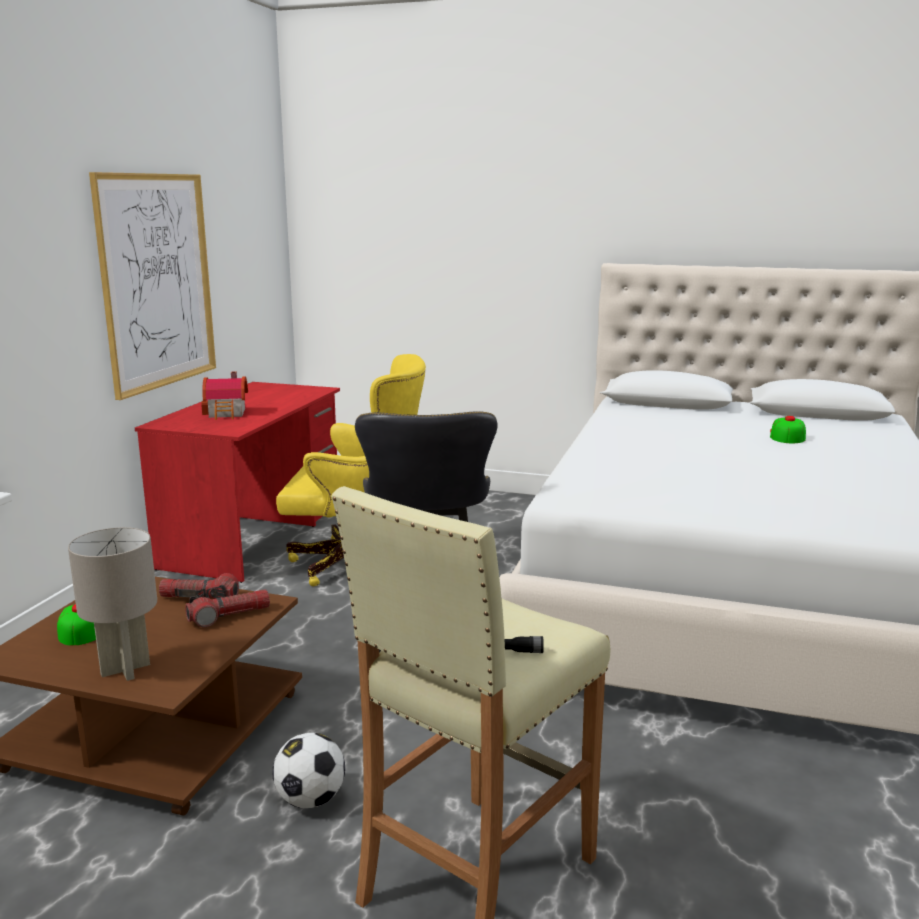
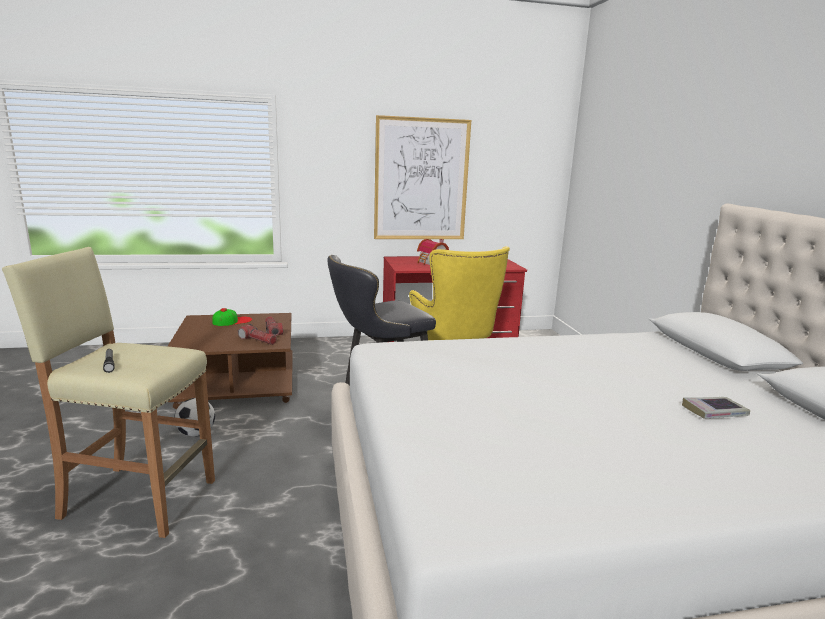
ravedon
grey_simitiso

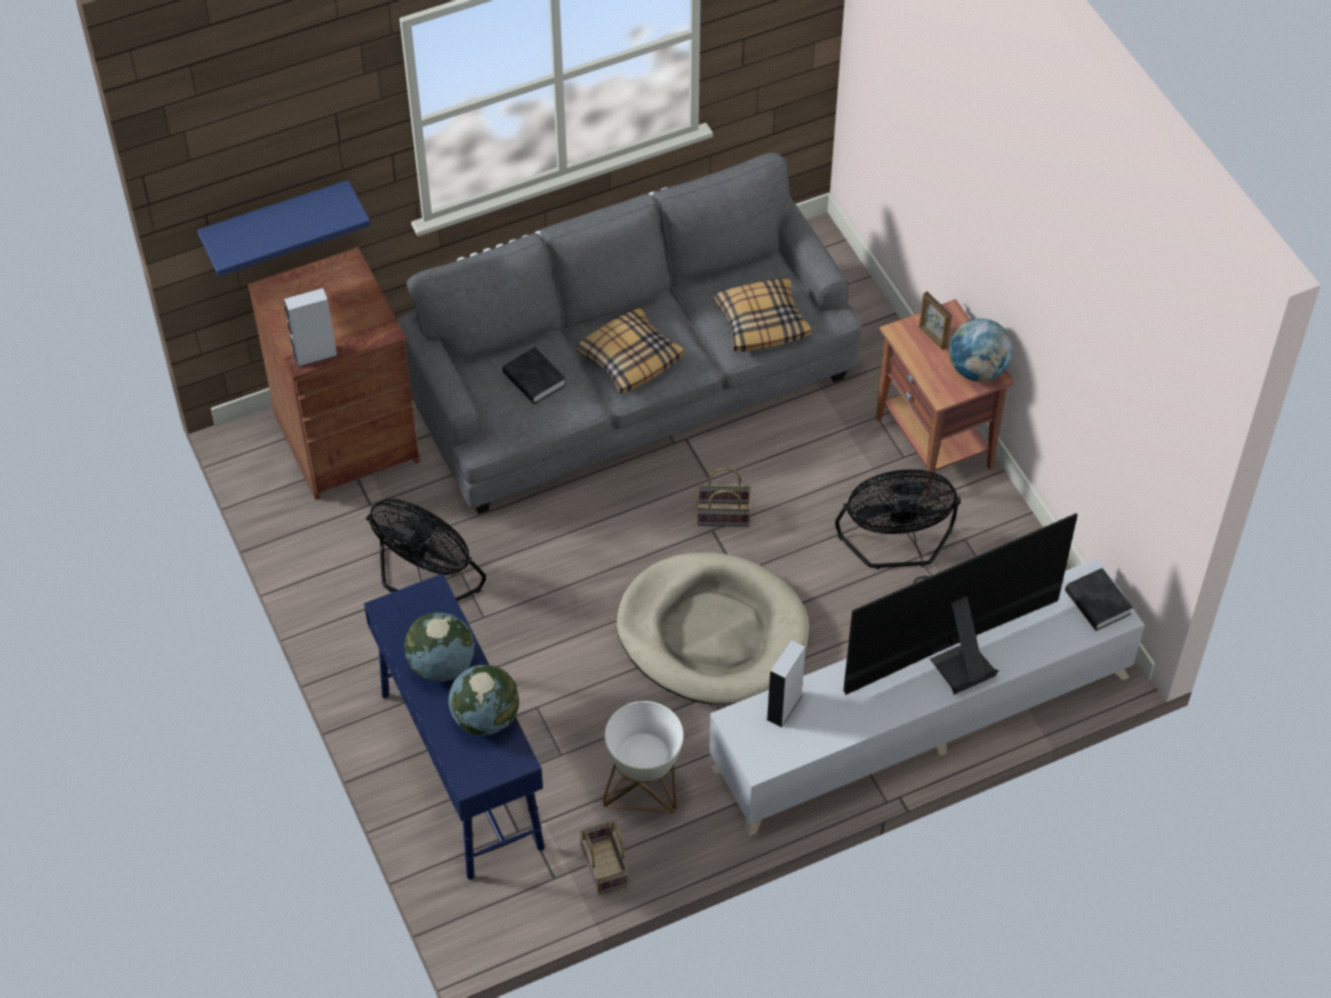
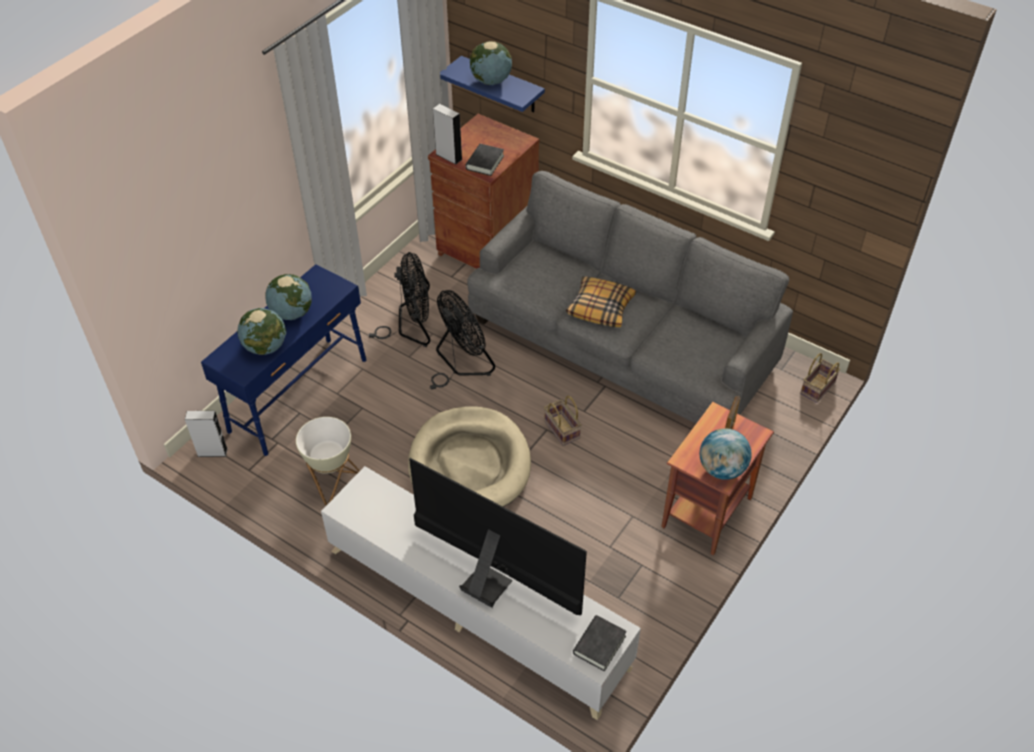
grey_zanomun (no. 1 from left)
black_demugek (no. 2 from left)
black_ravedon (no. 1 from left)
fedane (no. 3 from left)
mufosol (no. 2 from left)
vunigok (no. 2 from left in the first image)

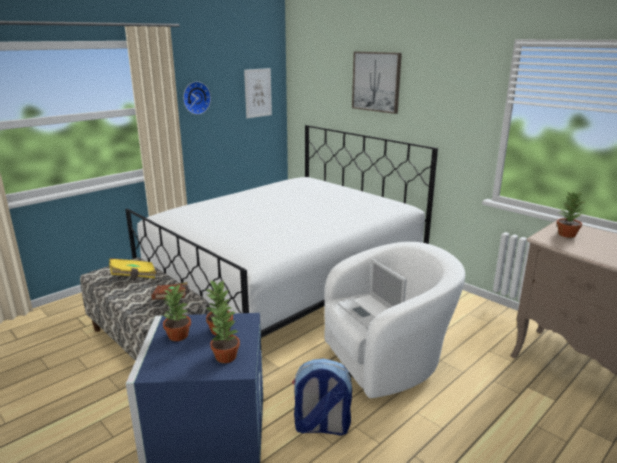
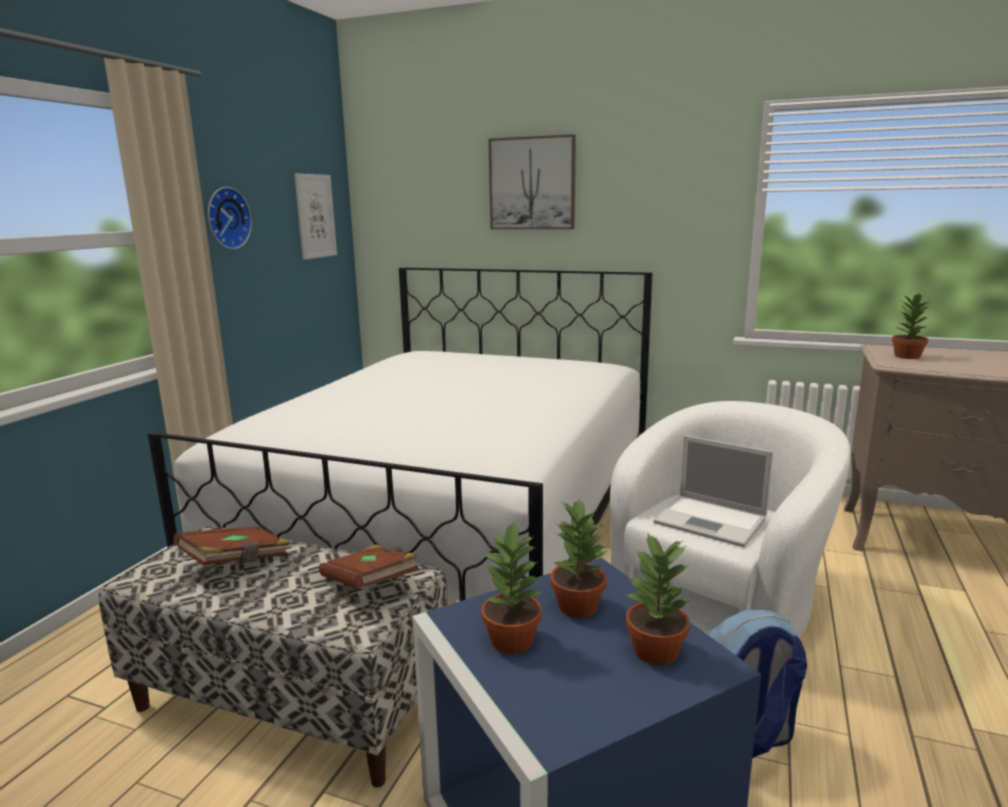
brown_ravedon (no. 1 from left)

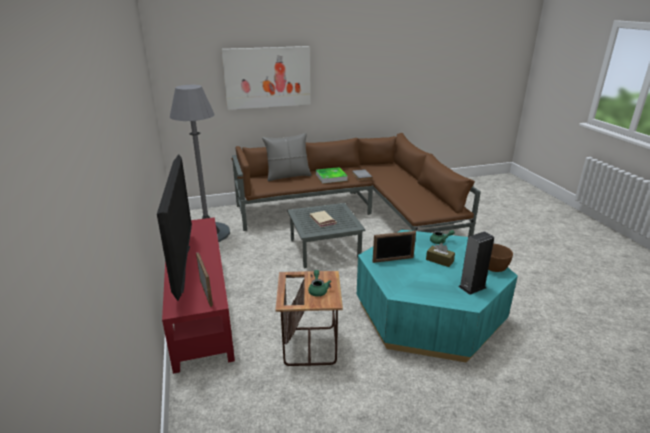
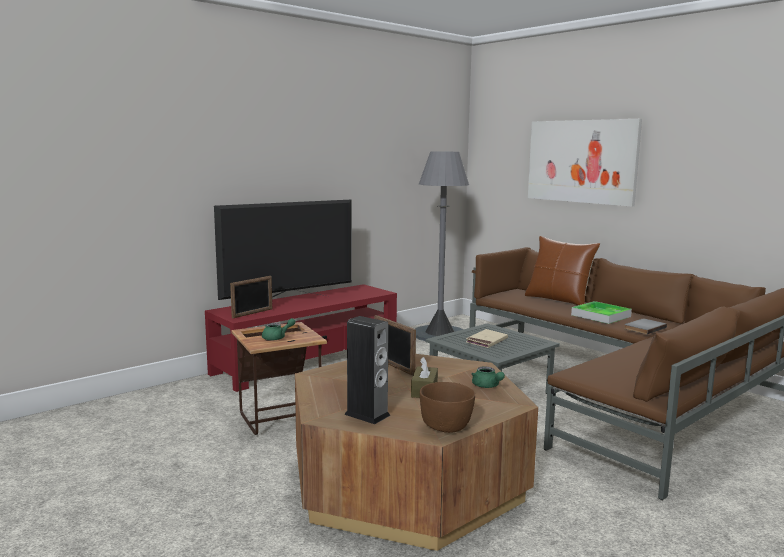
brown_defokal
brown_vunigok

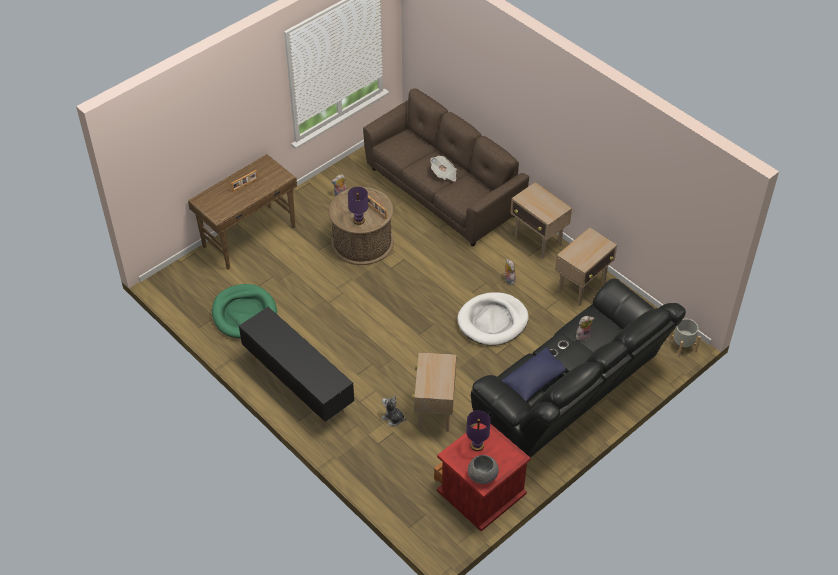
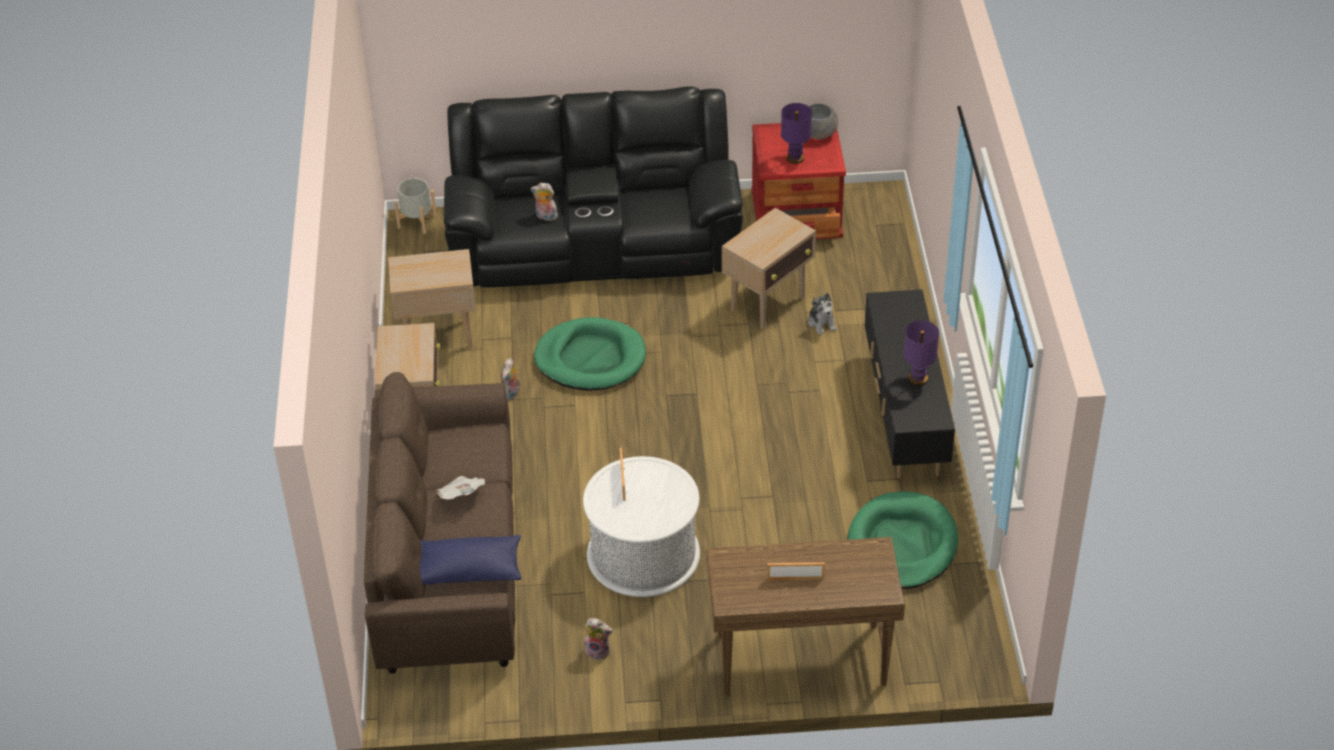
blue_vunigok
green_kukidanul (no. 1 from left)
white_defokal
purple_simitiso (no. 2 from left)

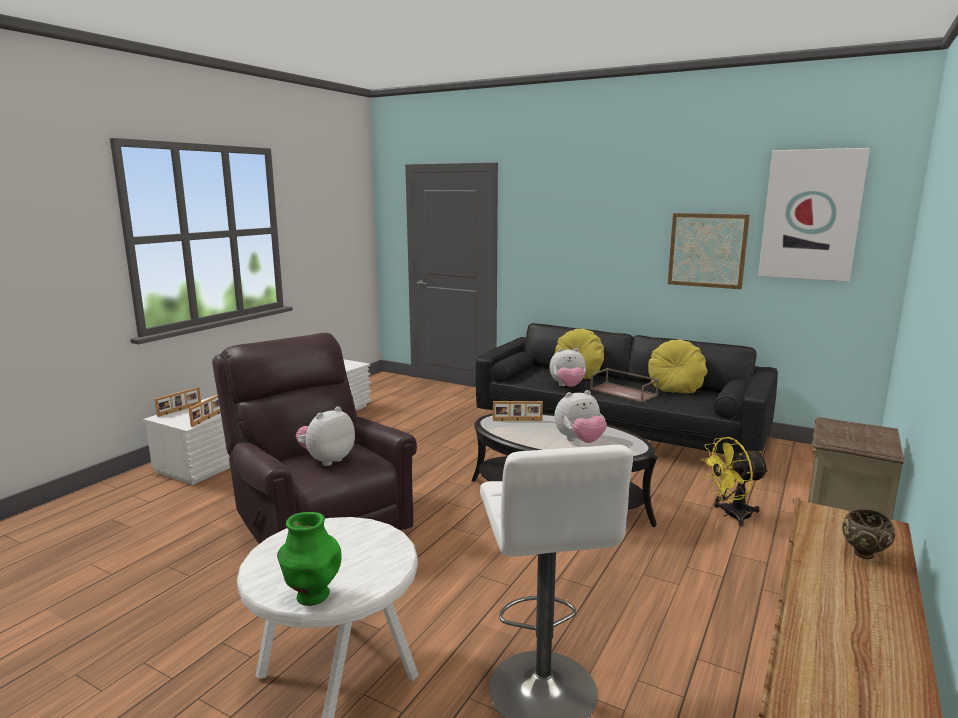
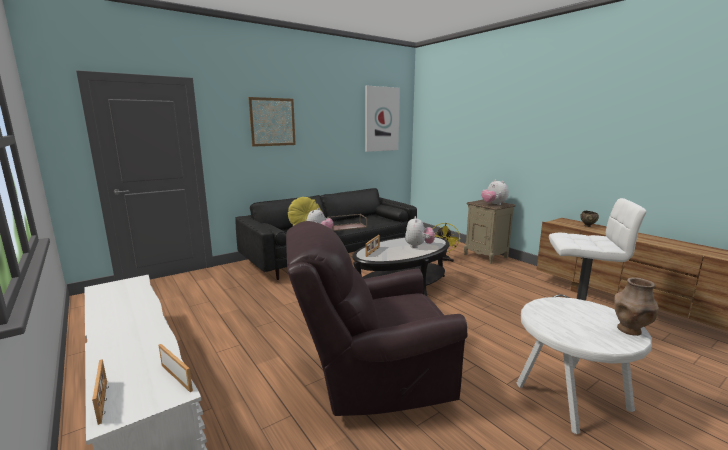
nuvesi (no. 1 from left)
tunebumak (no. 3 from left)
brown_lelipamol
yellow_vunigok (no. 2 from left in the first image)

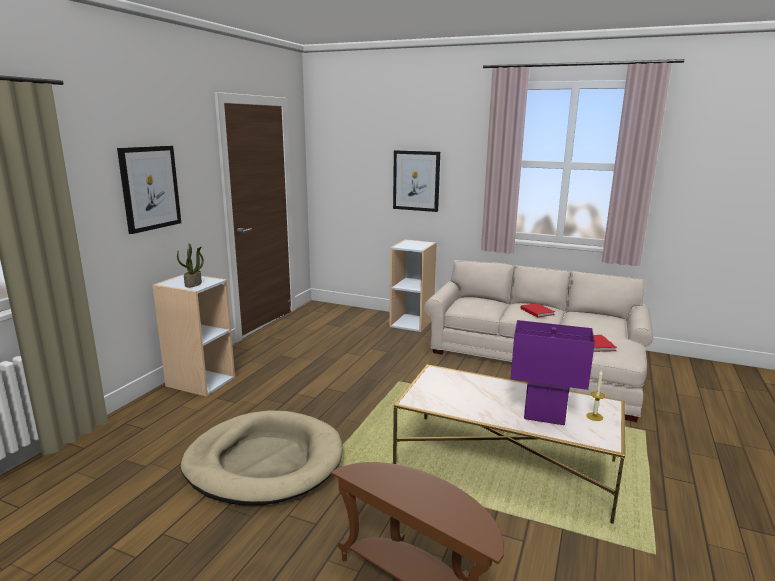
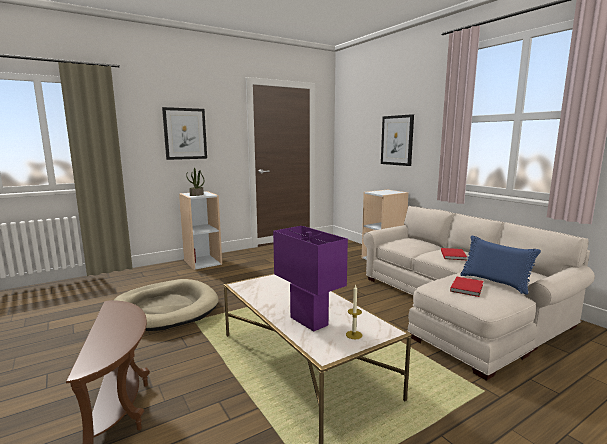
blue_vunigok

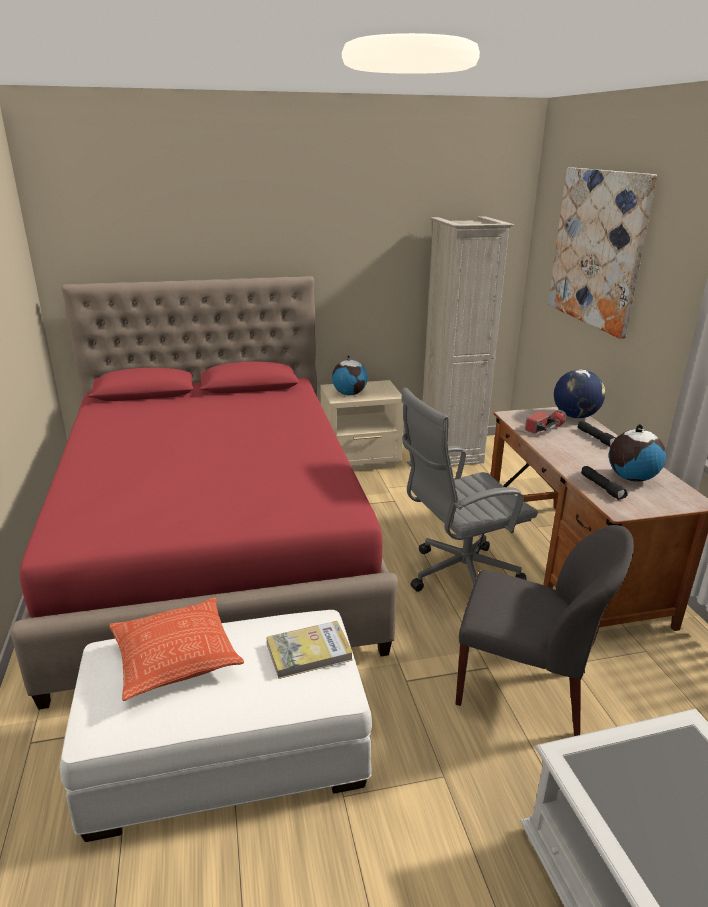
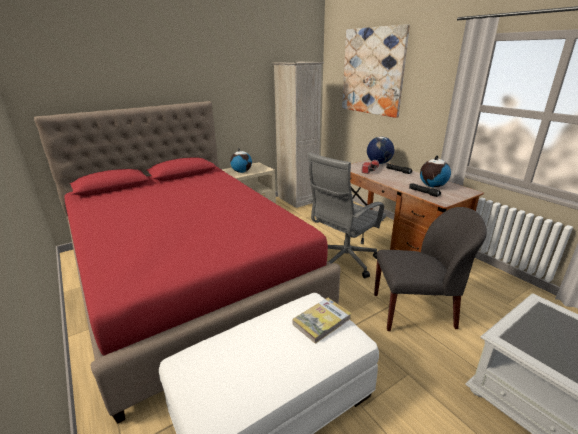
orange_vunigok

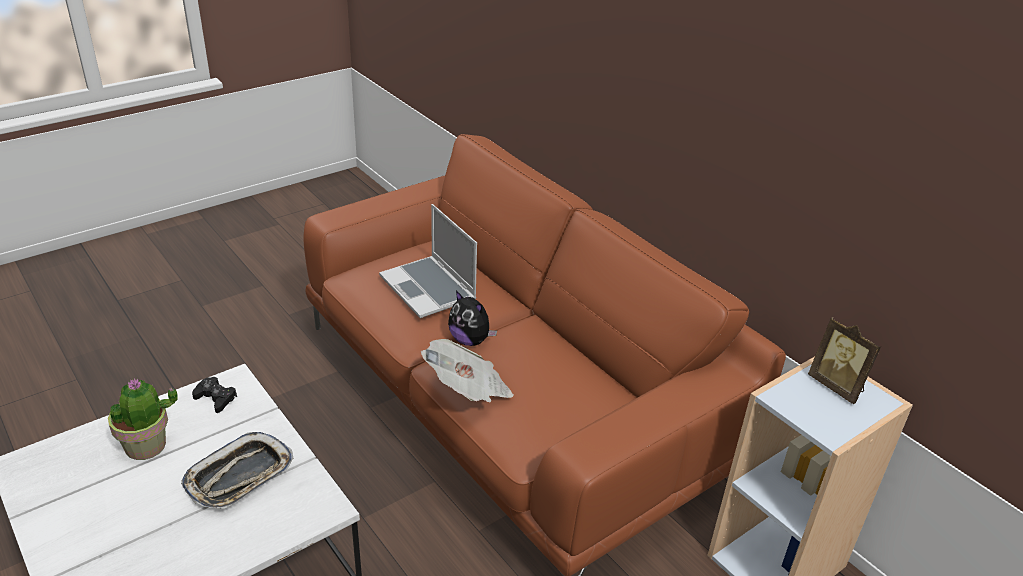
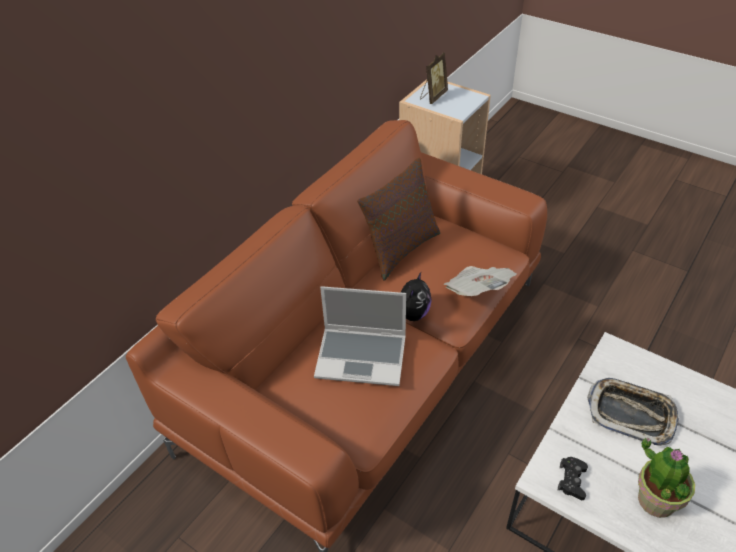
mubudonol
brown_vunigok

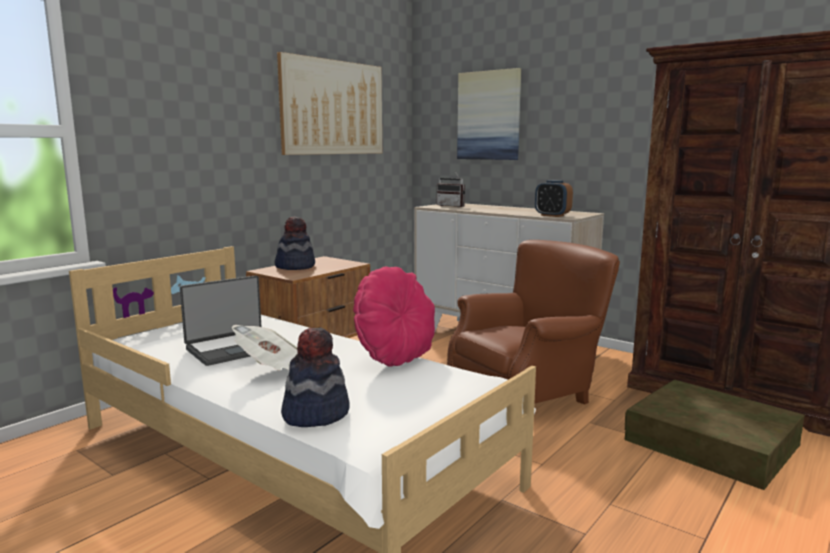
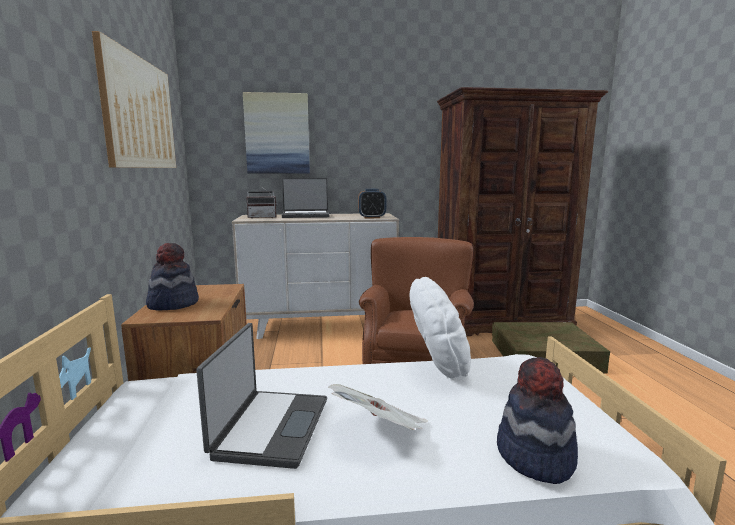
mubudonol (no. 2 from left)
white_vunigok

